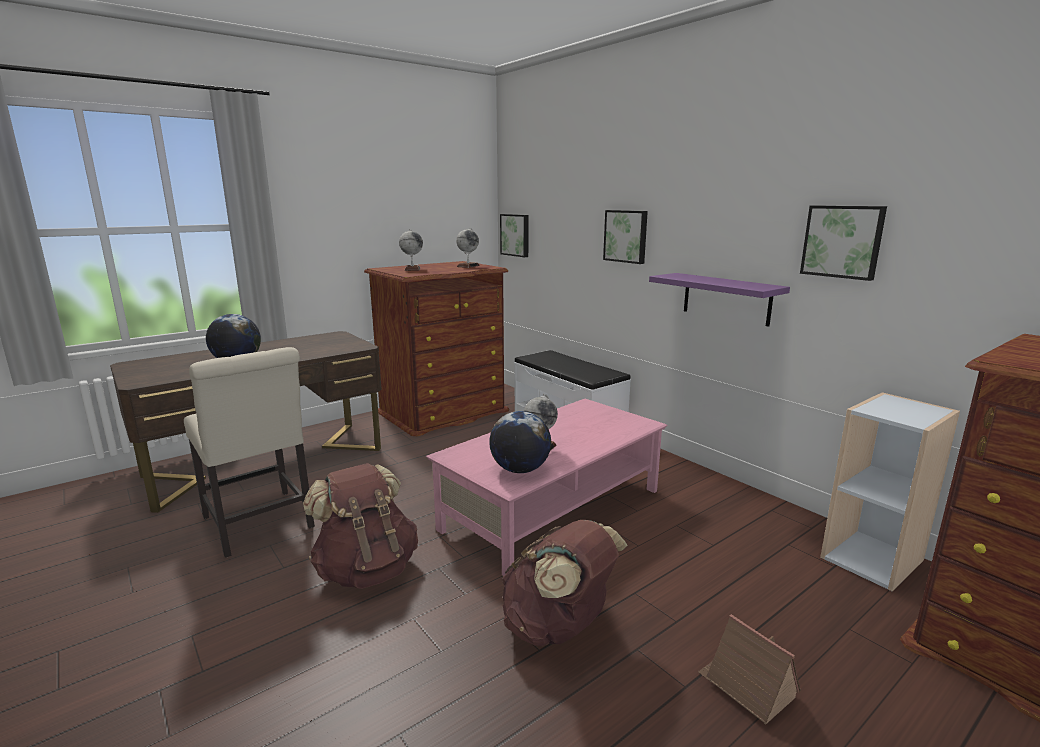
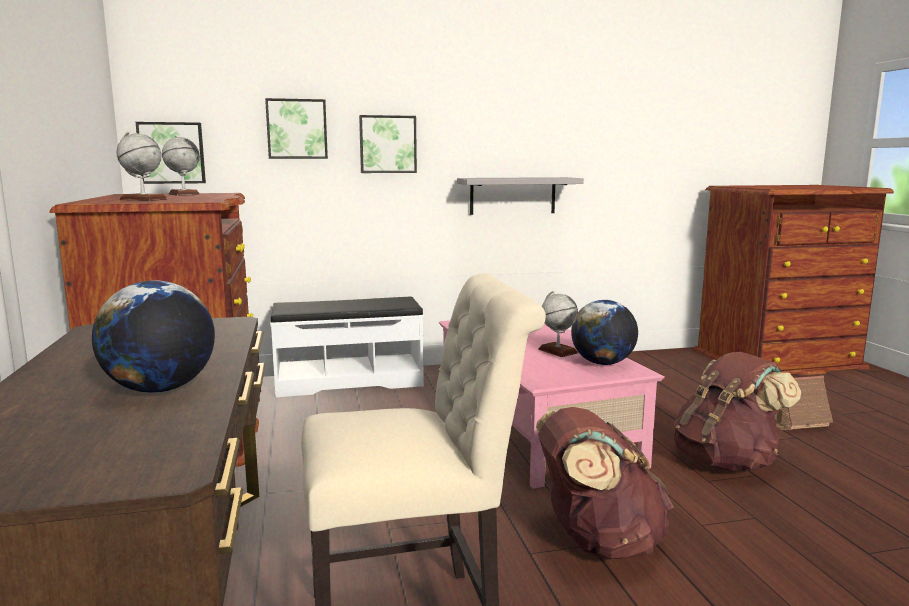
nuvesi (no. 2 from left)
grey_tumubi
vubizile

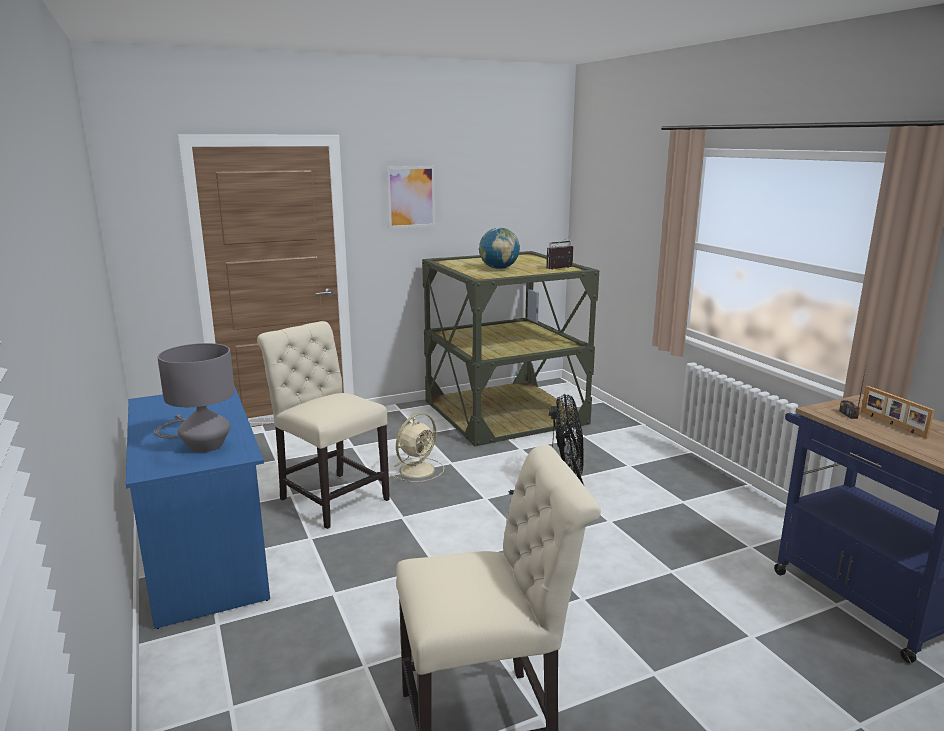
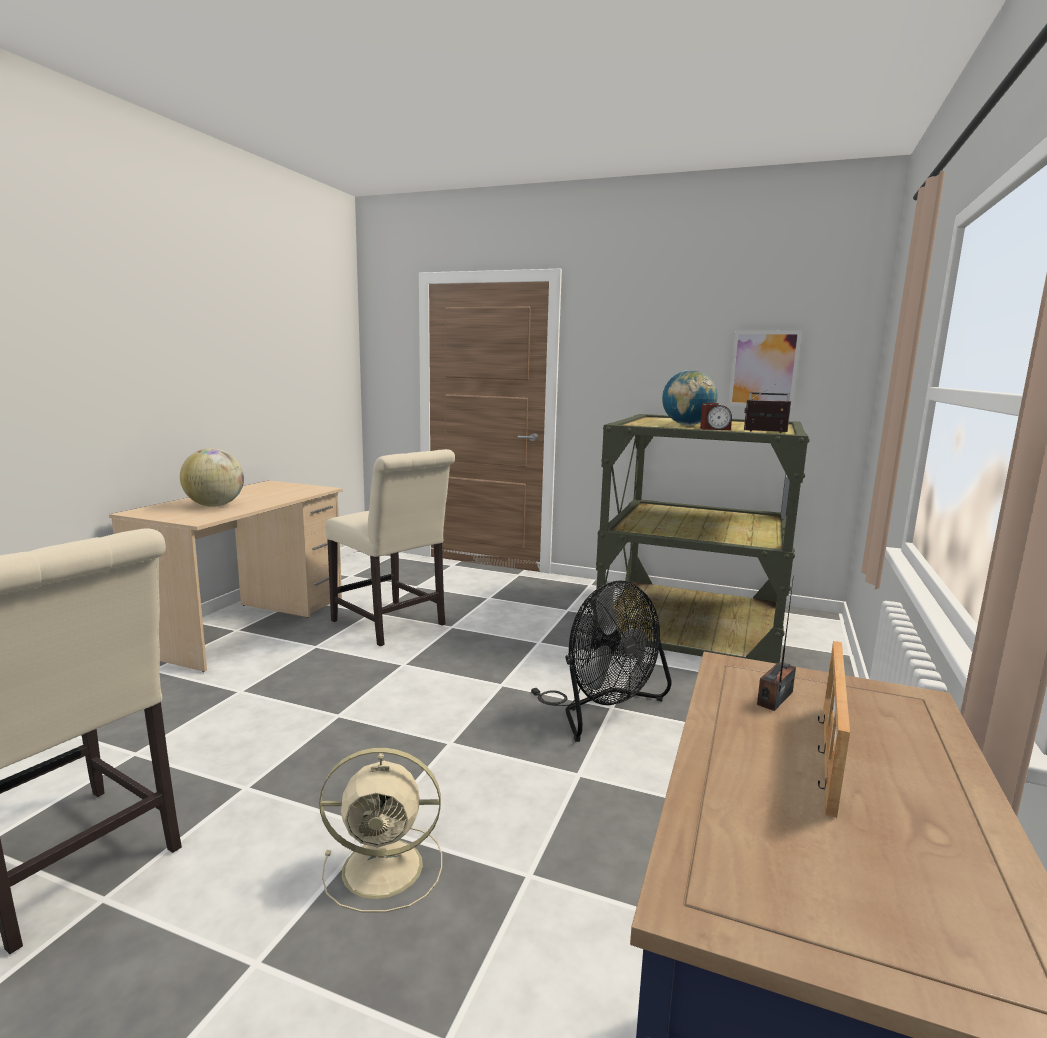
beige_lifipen
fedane (no. 1 from left)
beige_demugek
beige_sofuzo (no. 2 from left)
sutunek
nuvesi

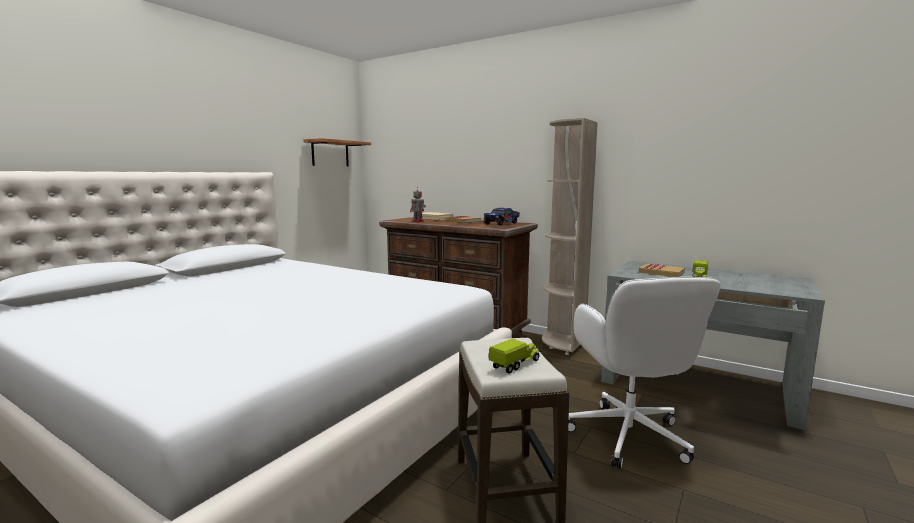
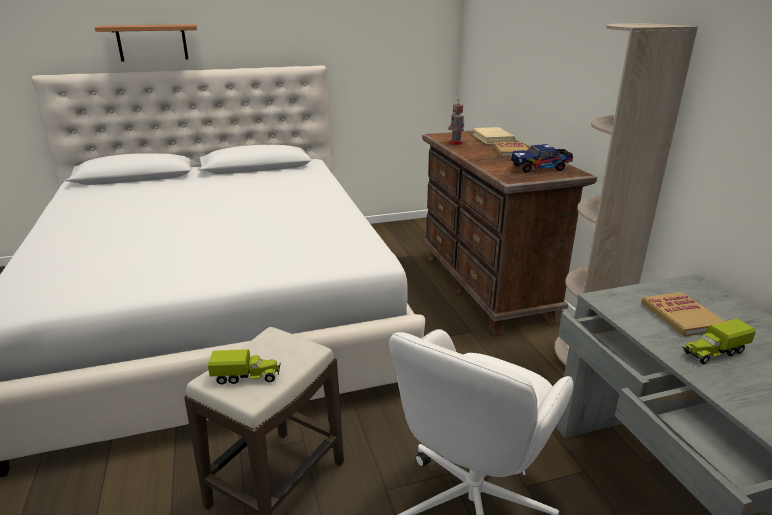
tumubi

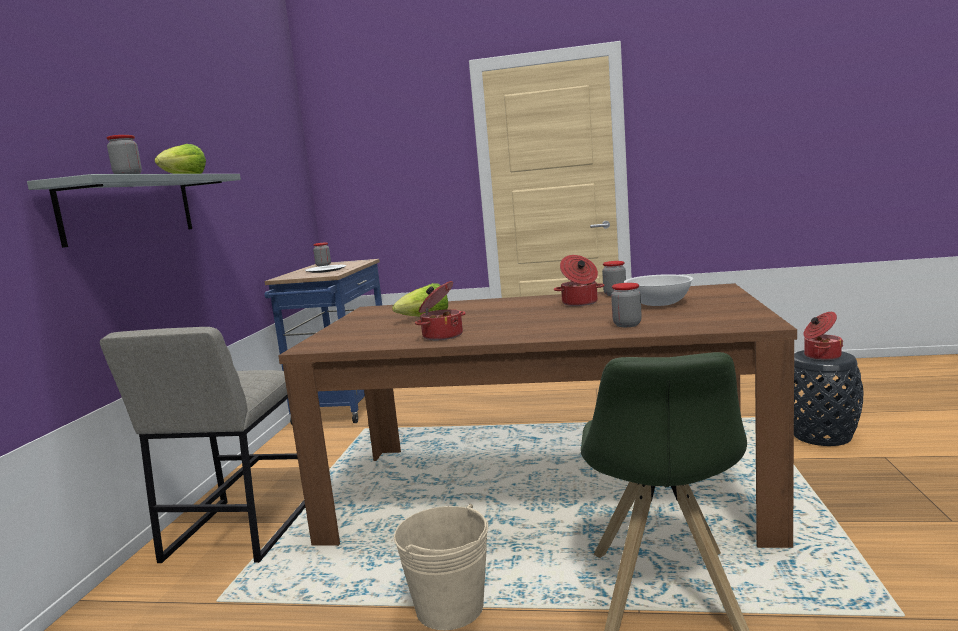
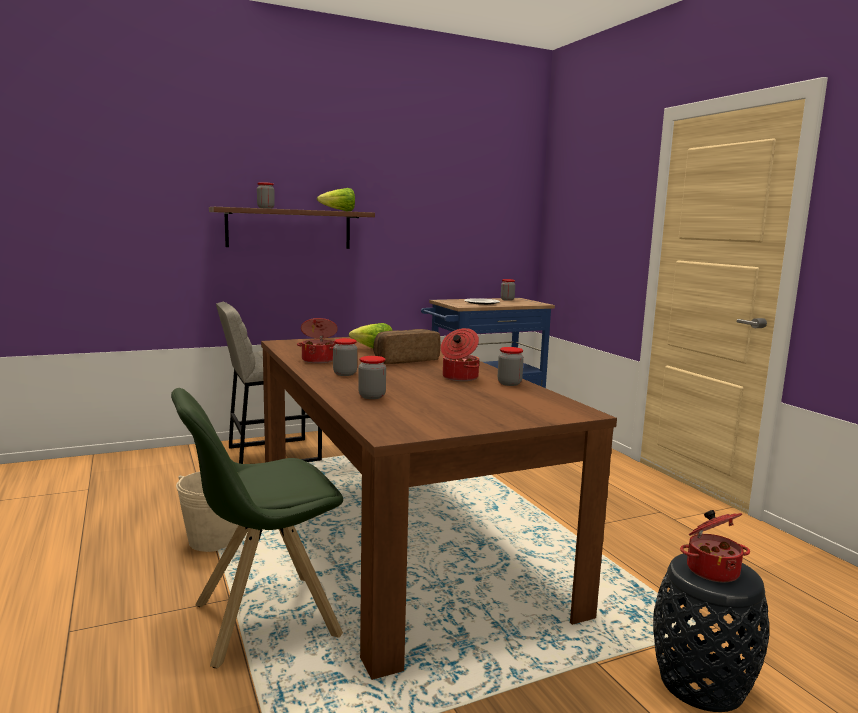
brown_tumubi
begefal (no. 2 from left)
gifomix
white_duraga

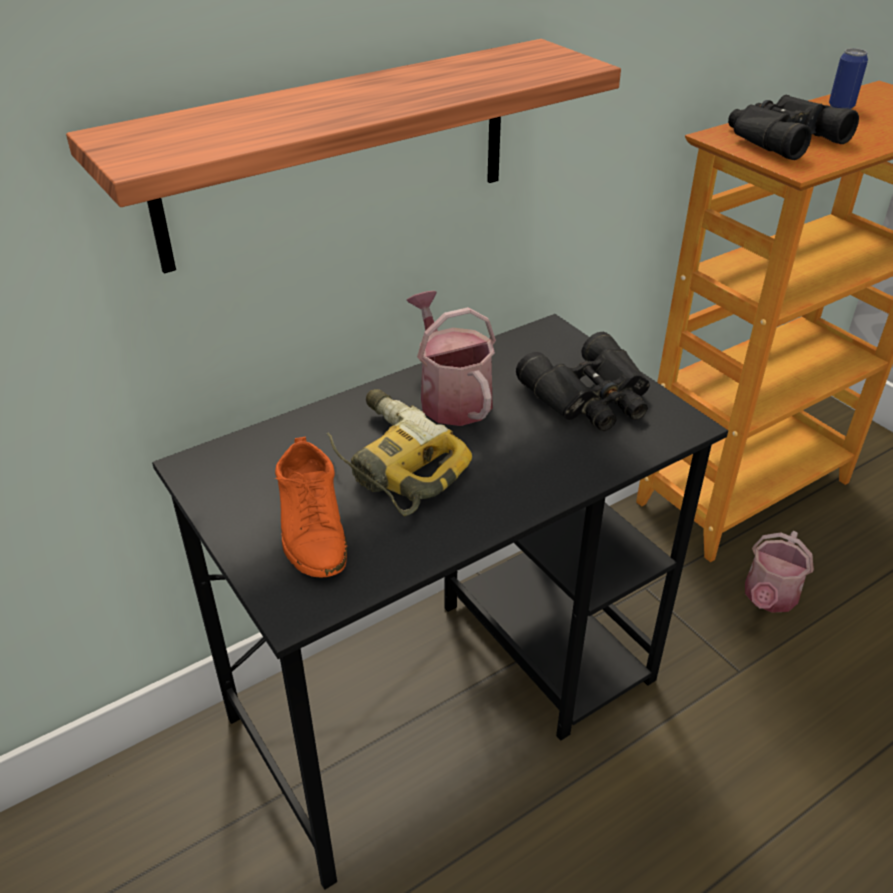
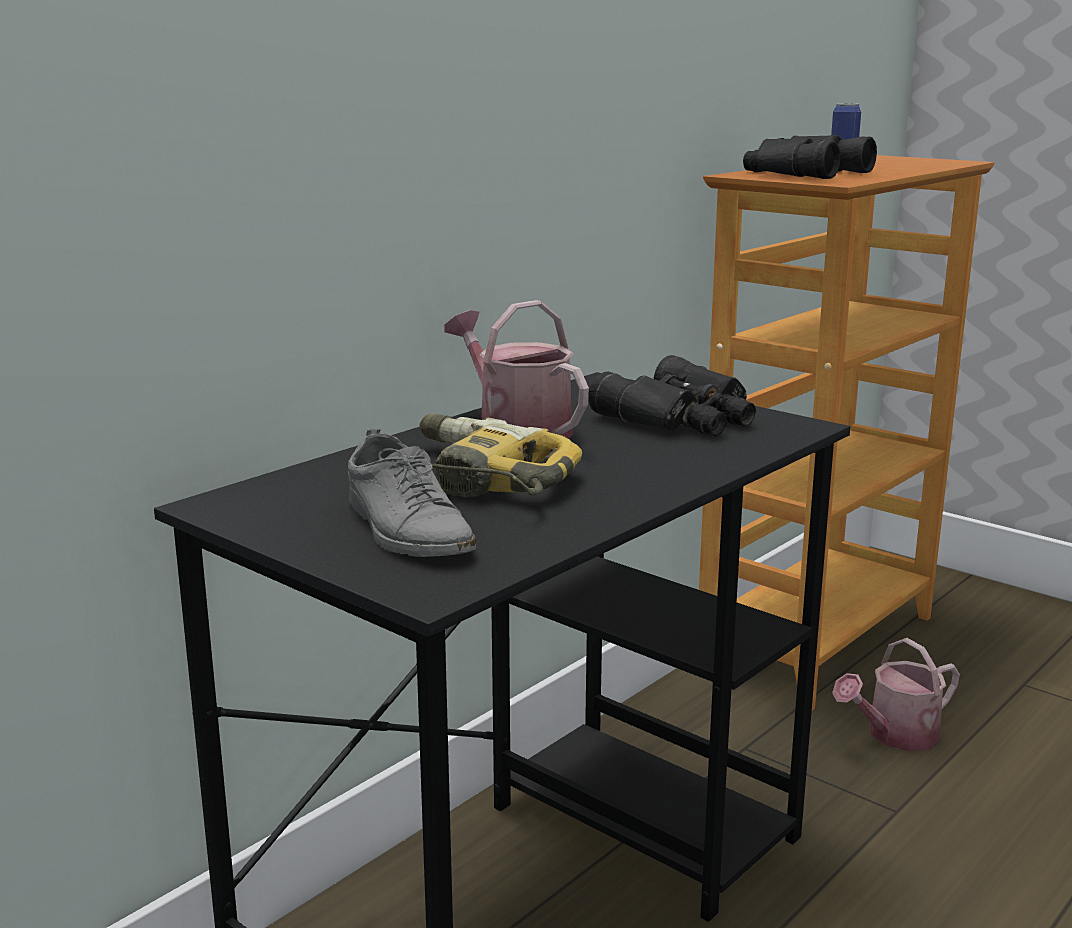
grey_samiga
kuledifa (no. 2 from left)
tumubi

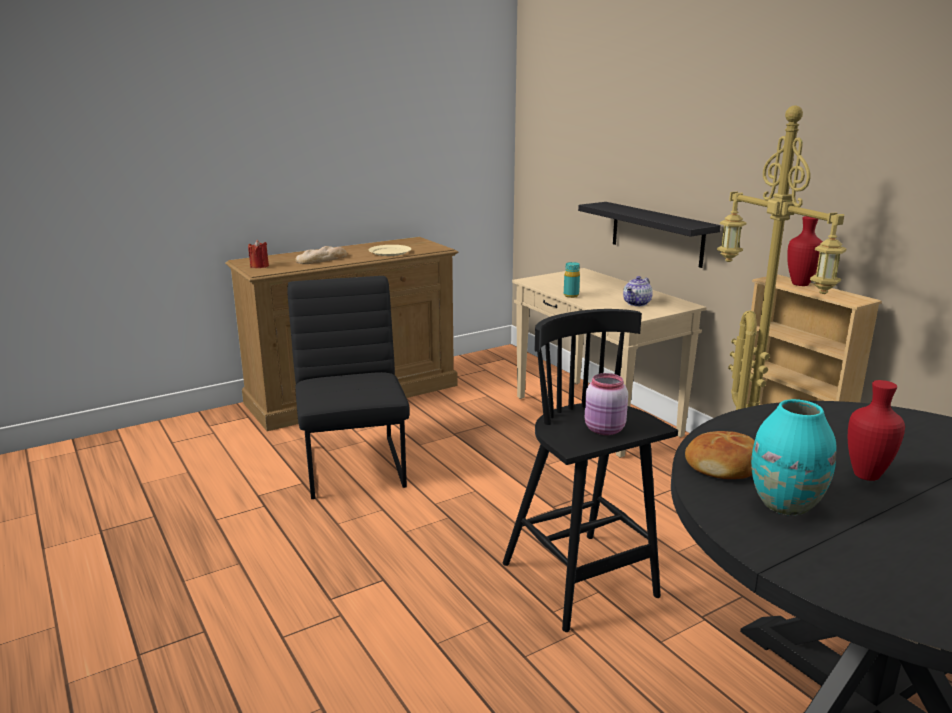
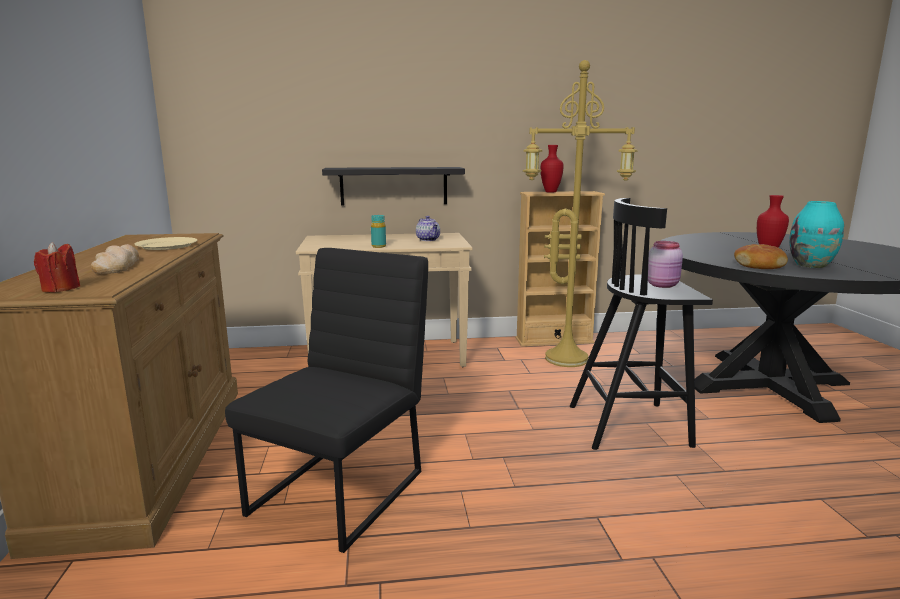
black_sofuzo

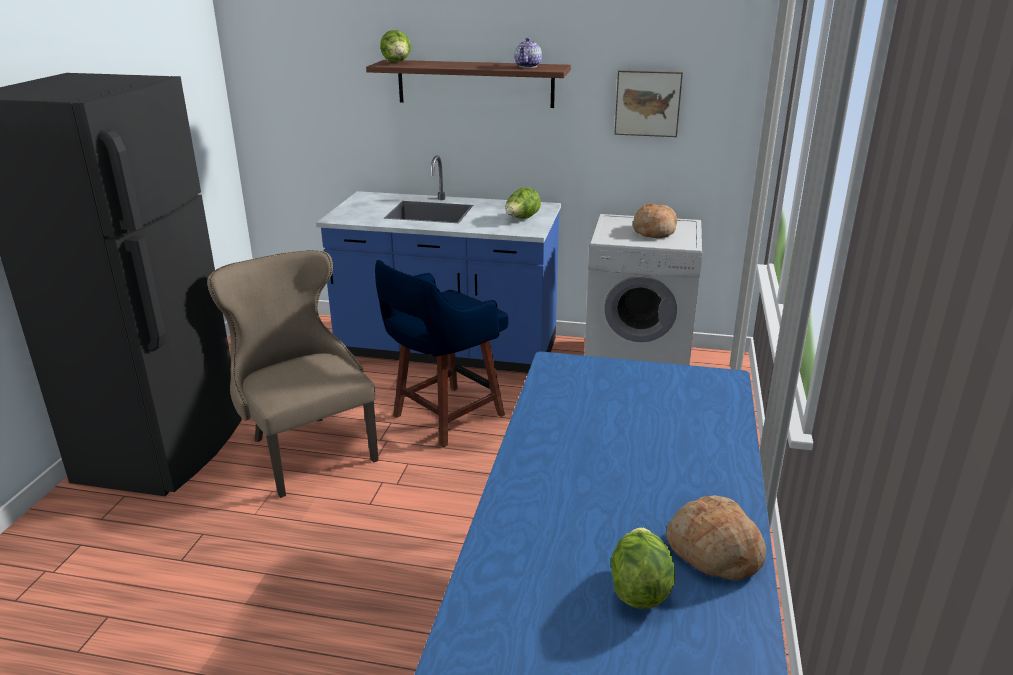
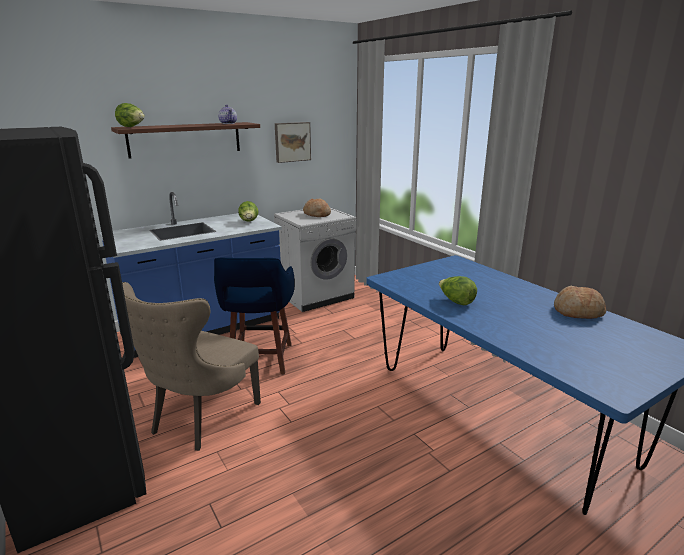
beige_sofuzo
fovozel (no. 3 from left)

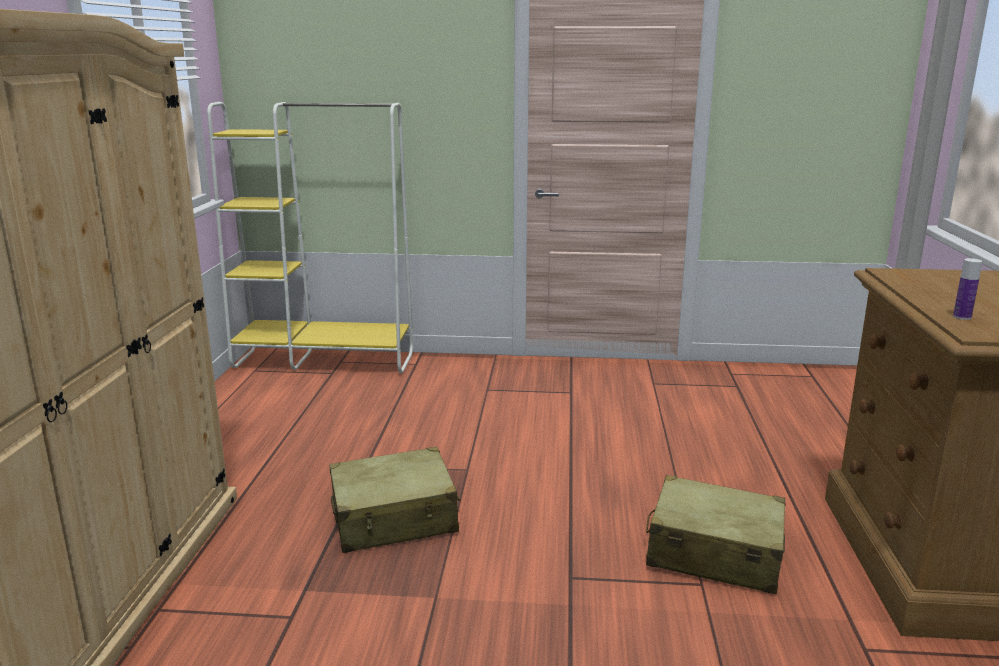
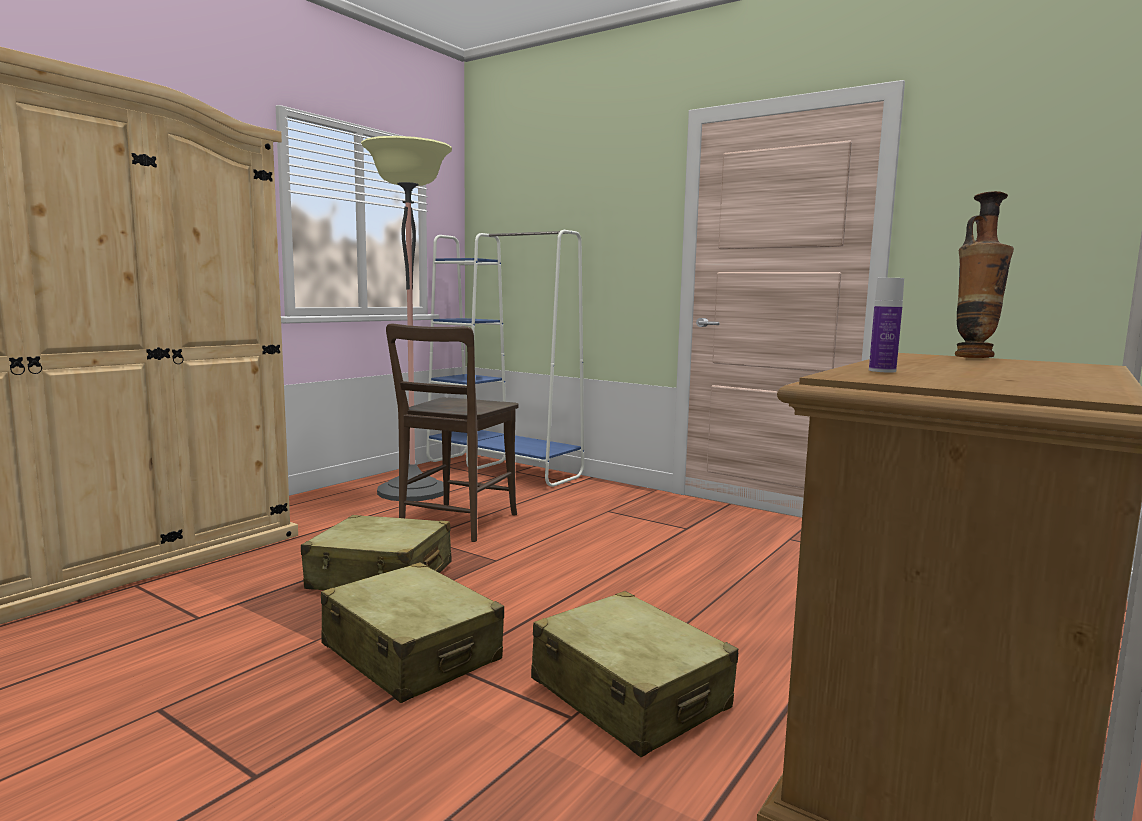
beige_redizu (no. 2 from left)
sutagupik
brown_sofuzo
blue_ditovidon
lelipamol

